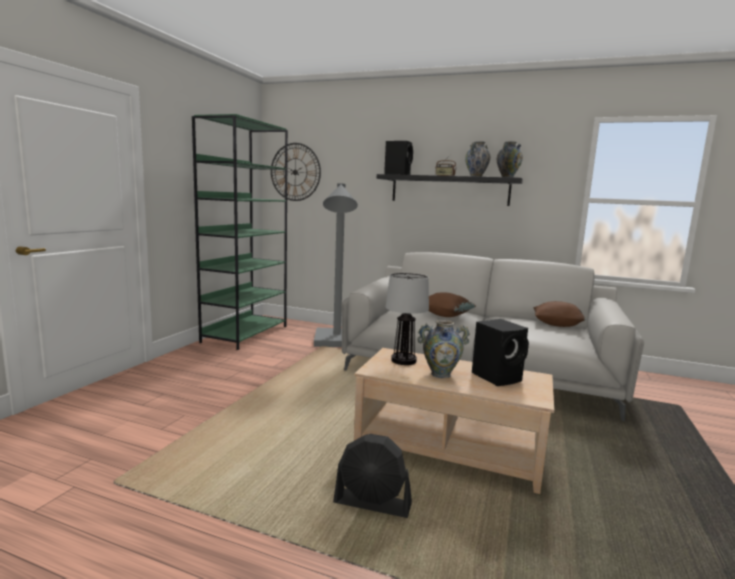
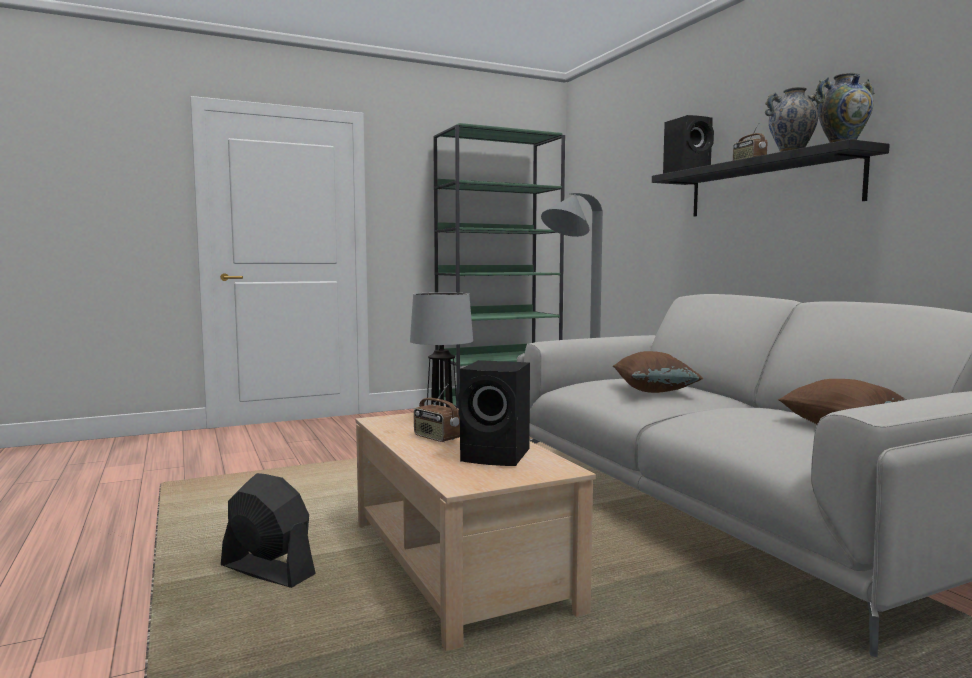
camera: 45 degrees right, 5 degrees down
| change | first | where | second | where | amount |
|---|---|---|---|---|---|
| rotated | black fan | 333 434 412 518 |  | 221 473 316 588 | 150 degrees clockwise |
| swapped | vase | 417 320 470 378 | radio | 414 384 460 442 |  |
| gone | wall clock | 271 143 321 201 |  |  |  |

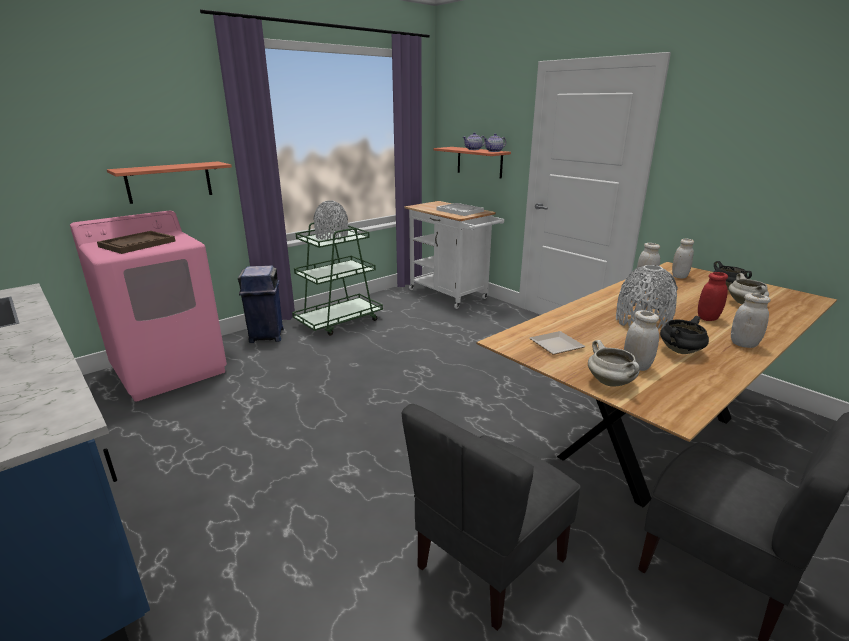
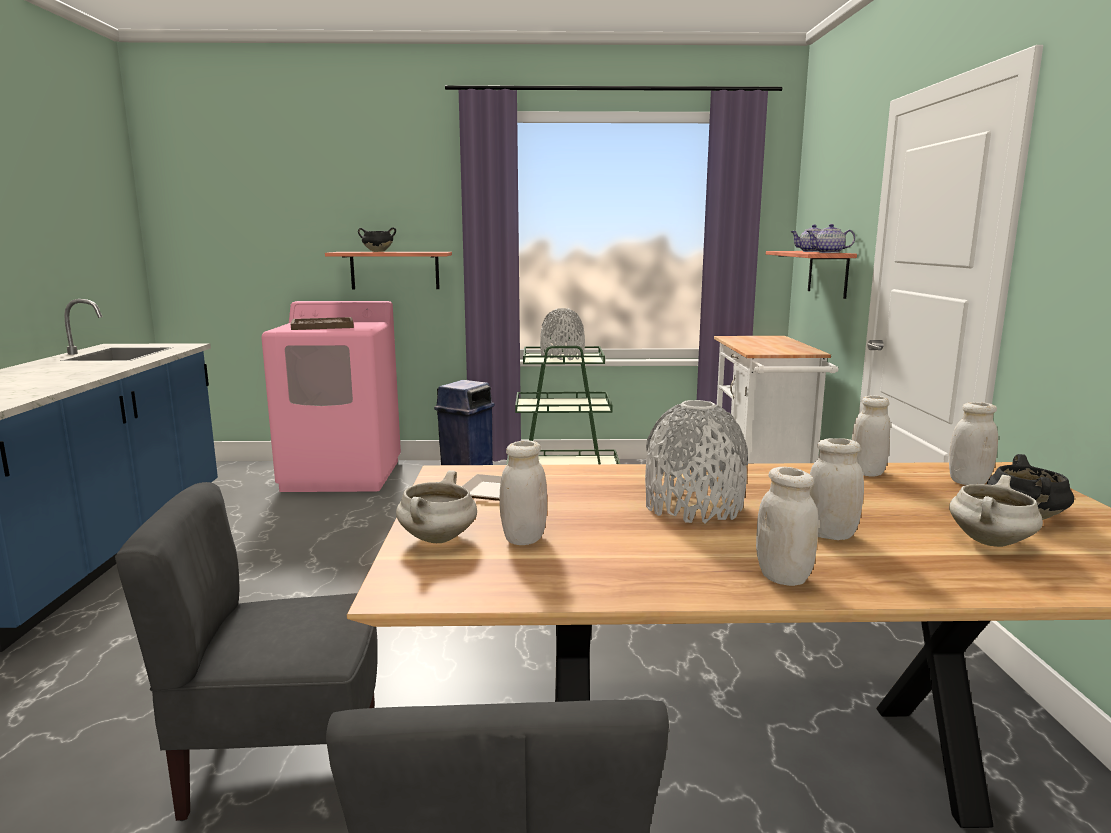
camera: 40 degrees right, 10 degrees down
| change | first | where | second | where | amount |
|---|---|---|---|---|---|
| shifted | black cooking pot | 660 316 709 354 |  | 358 227 396 252 |  |
| repainted | red jar | 698 272 728 321 | white jar | 810 438 864 540 |  |
| gone | white tray | 437 203 484 216 |  |  |  |

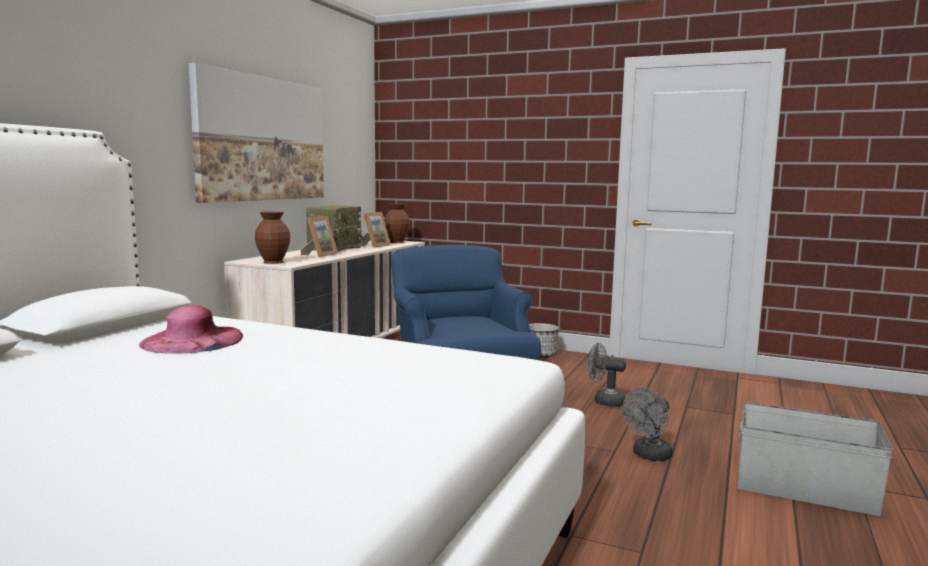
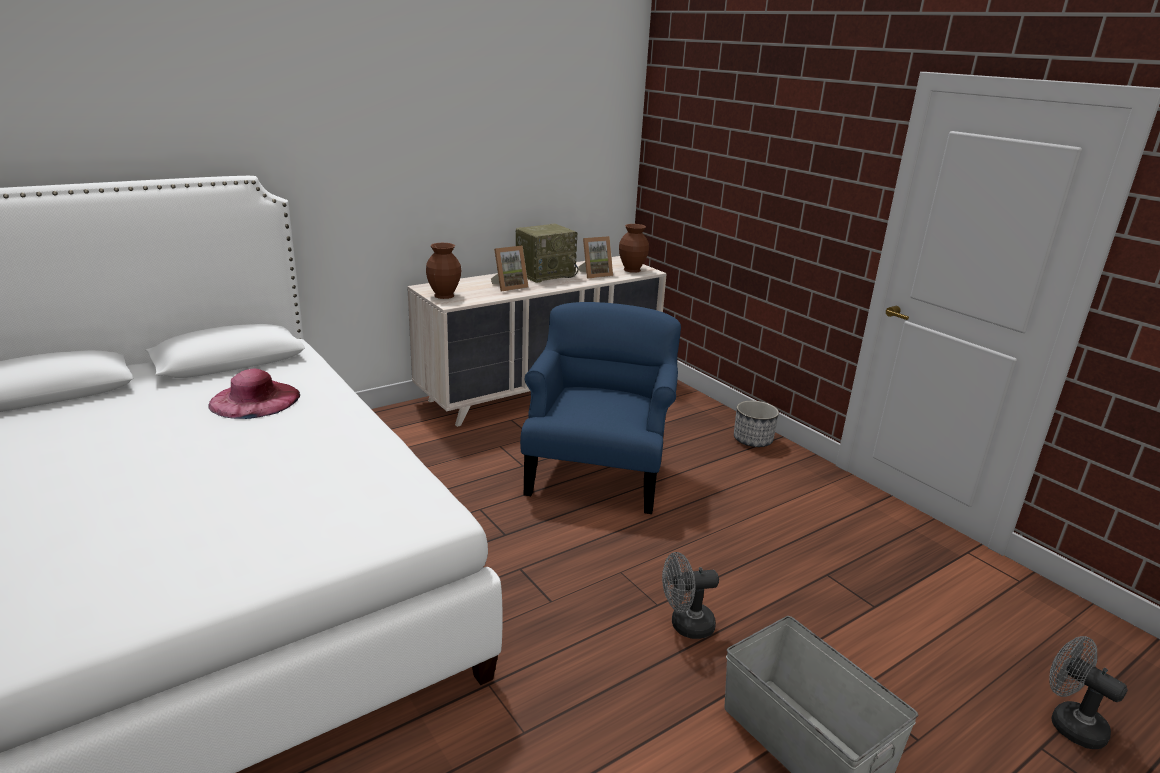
camera: 30 degrees right, 15 degrees up
| change | first | where | second | where | amount |
|---|---|---|---|---|---|
| shifted | grey fan | 587 343 626 407 |  | 1050 636 1128 749 |  |
| gone | picture | 189 63 324 203 |  |  |  |

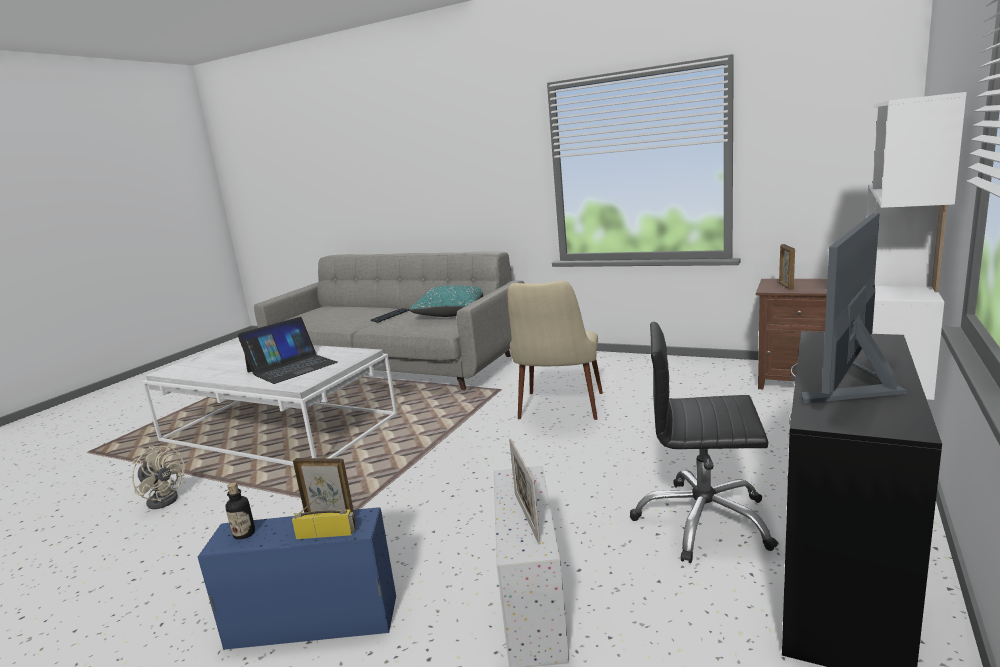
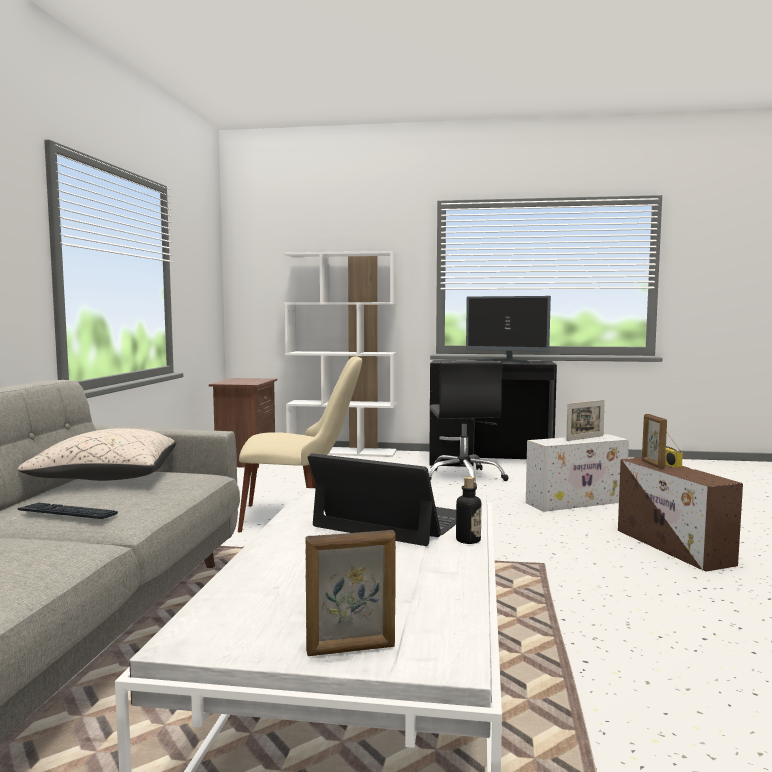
camera: 110 degrees left, 10 degrees down
| change | first | where | second | where | amount |
|---|---|---|---|---|---|
| repainted | turquoise pillow | 410 286 483 317 | beige pillow | 18 428 176 481 |  |
| shifted | picture frame | 779 244 795 290 |  | 305 530 396 656 |  |
| shifted | bottle | 225 482 255 540 |  | 456 476 482 544 |  |
| repainted | blue storage box | 198 507 396 650 | brown storage box | 618 457 743 572 |  |
| gone | beige fan | 132 446 185 509 |  |  |  |

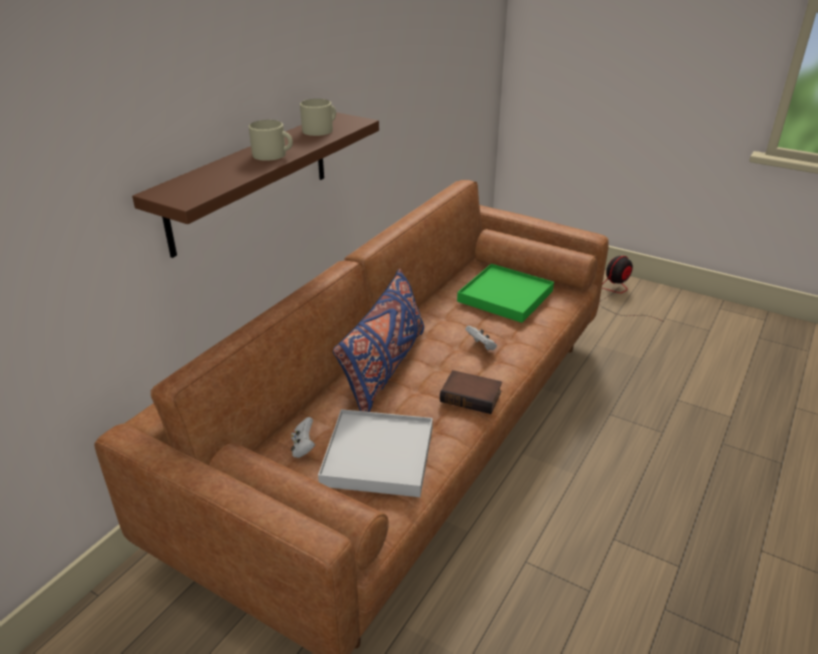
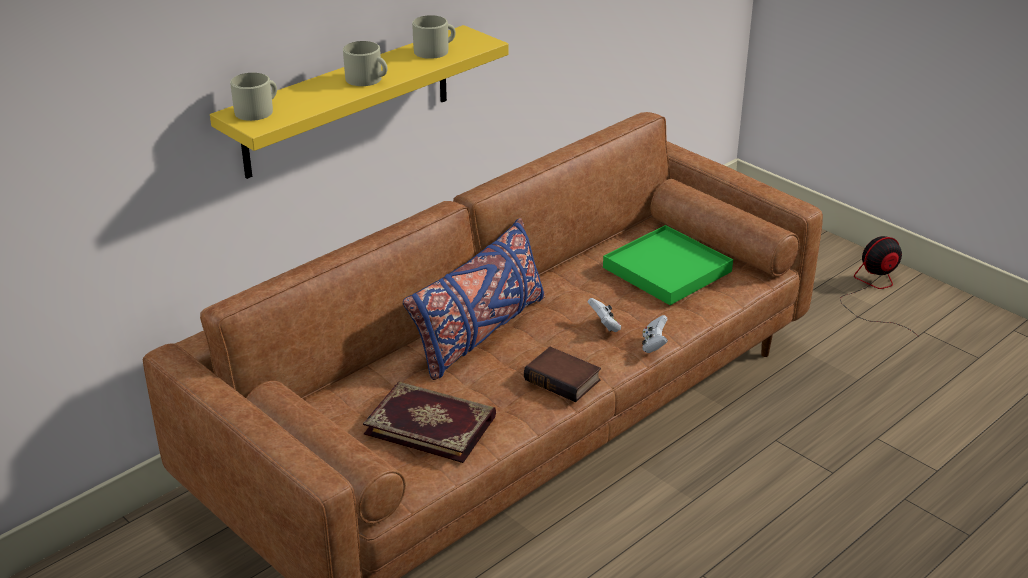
camera: 15 degrees right, 0 degrees up
| change | first | where | second | where | amount |
|---|---|---|---|---|---|
| repainted | brown shelf | 132 112 379 258 | yellow shelf | 210 25 509 179 |  |
| new |  |  | beige mug | 230 73 277 121 |  |
| swapped | white tray | 318 409 433 497 | book | 363 382 496 463 |  |
| shifted | white game controller | 291 417 315 458 |  | 642 315 668 353 |  |

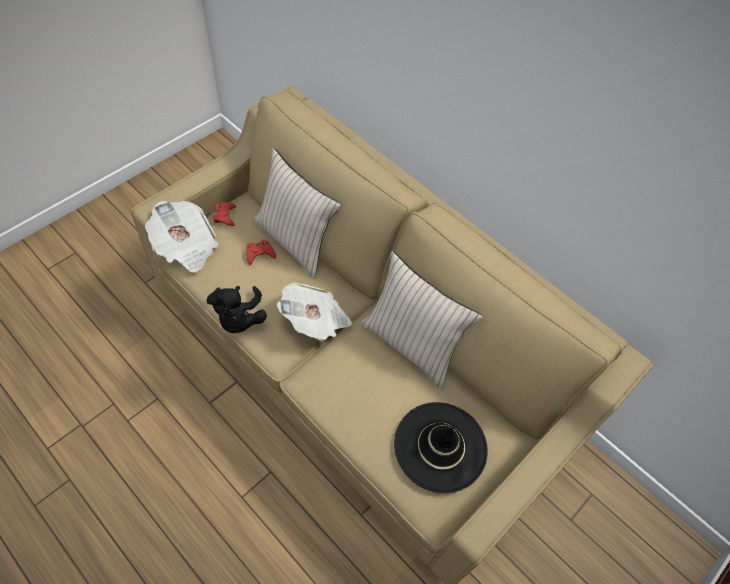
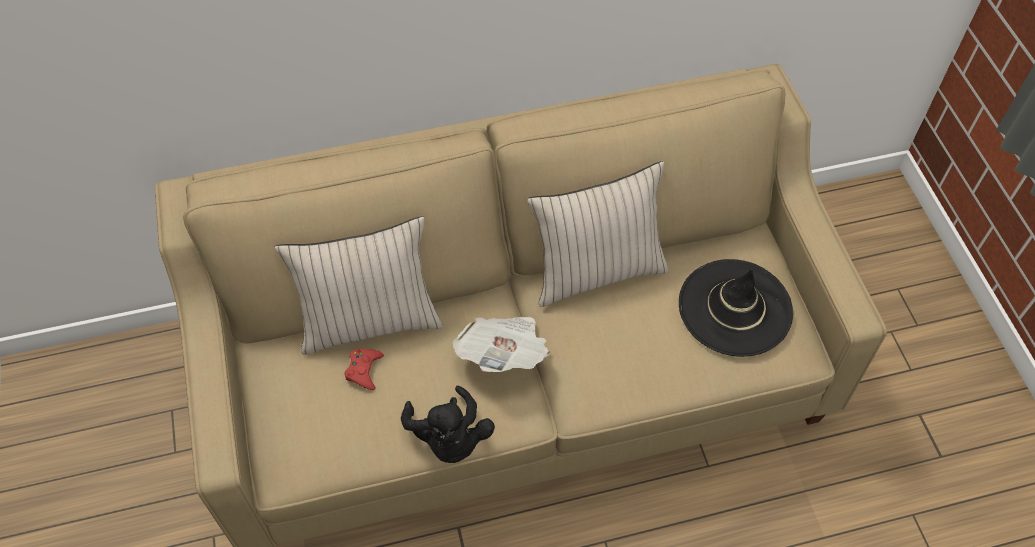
camera: 55 degrees left, 0 degrees up
| change | first | where | second | where | amount |
|---|---|---|---|---|---|
| rotated | black plush toy | 207 286 267 333 |  | 401 386 495 463 | 45 degrees clockwise |
| gone | newspaper | 145 200 219 273 |  |  |  |
| gone | red game controller | 213 202 236 226 |  |  |  |

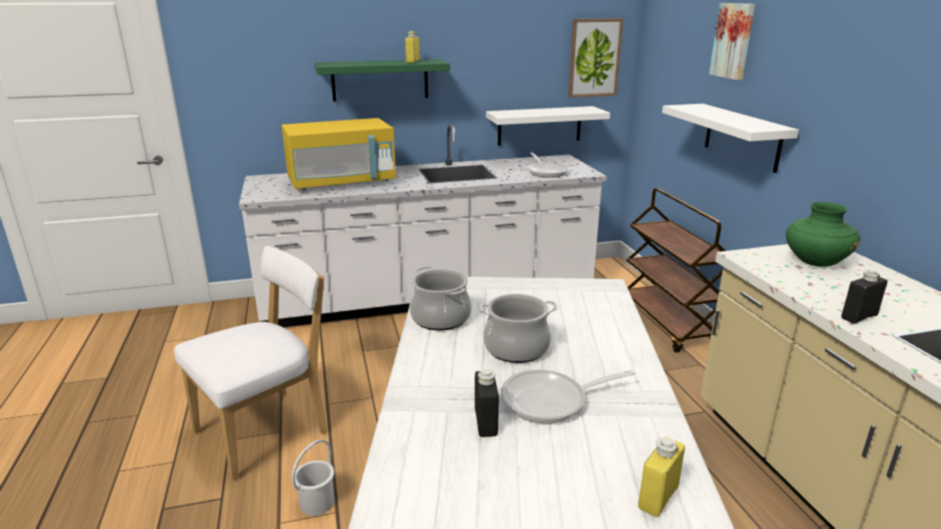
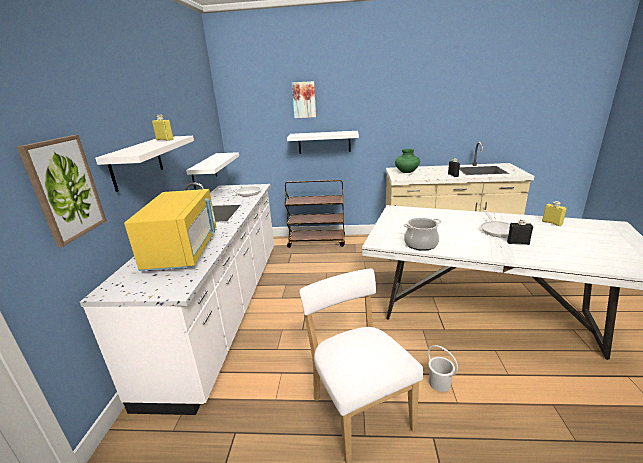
camera: 70 degrees left, 0 degrees up
| change | first | where | second | where | amount |
|---|---|---|---|---|---|
| shifted | picture | 568 18 623 98 |  | 17 135 107 247 |  |
| repainted | green shelf | 315 59 450 102 | white shelf | 95 136 194 192 |  |
| gone | cooking pot | 478 294 558 363 |  |  |  |

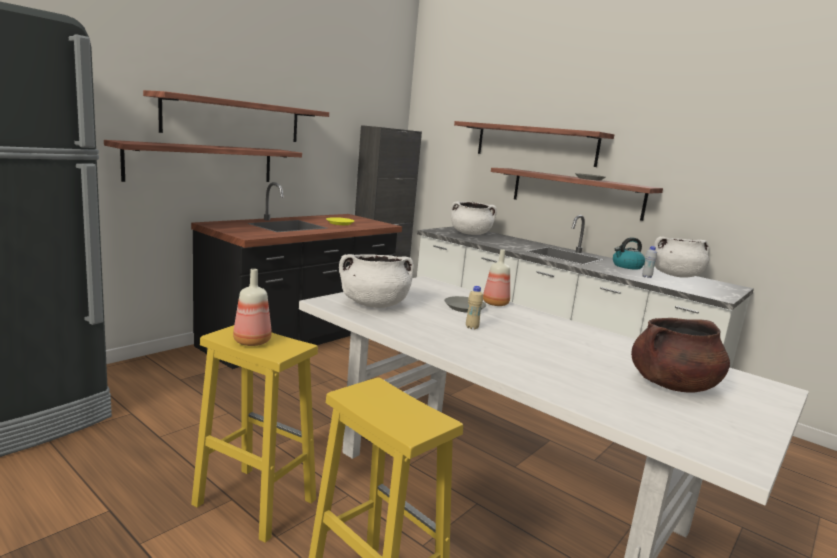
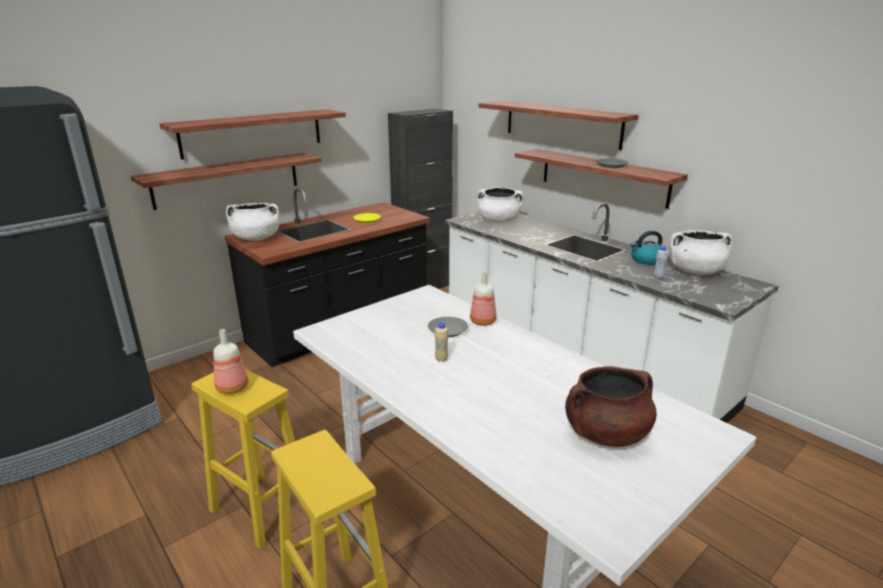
camera: 10 degrees right, 10 degrees up
| change | first | where | second | where | amount |
|---|---|---|---|---|---|
| shifted | white cooking pot | 339 254 414 308 |  | 226 203 279 241 |  |

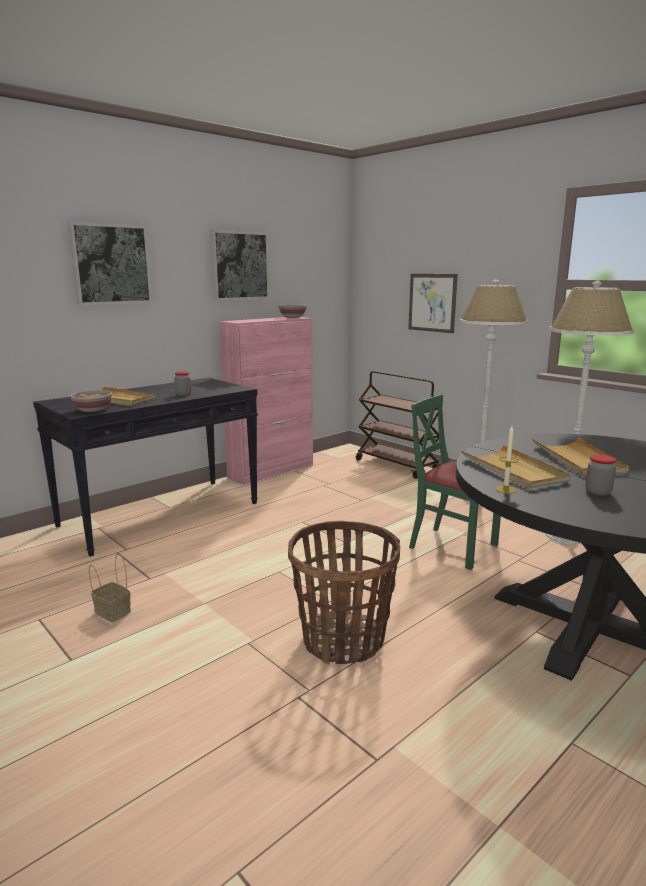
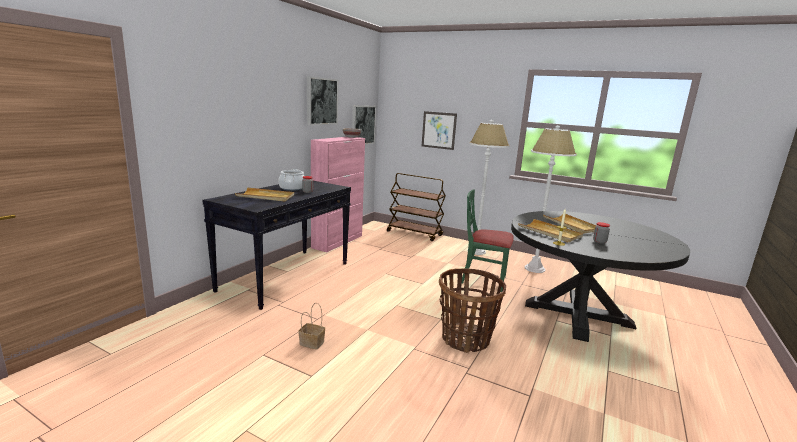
camera: 20 degrees left, 0 degrees up
| change | first | where | second | where | amount |
|---|---|---|---|---|---|
| new |  |  | cooking pot | 279 169 304 191 |  |
| shifted | picture | 68 222 153 305 |  | 352 105 376 145 |  |
| gone | bowl | 70 390 112 412 |  |  |  |

